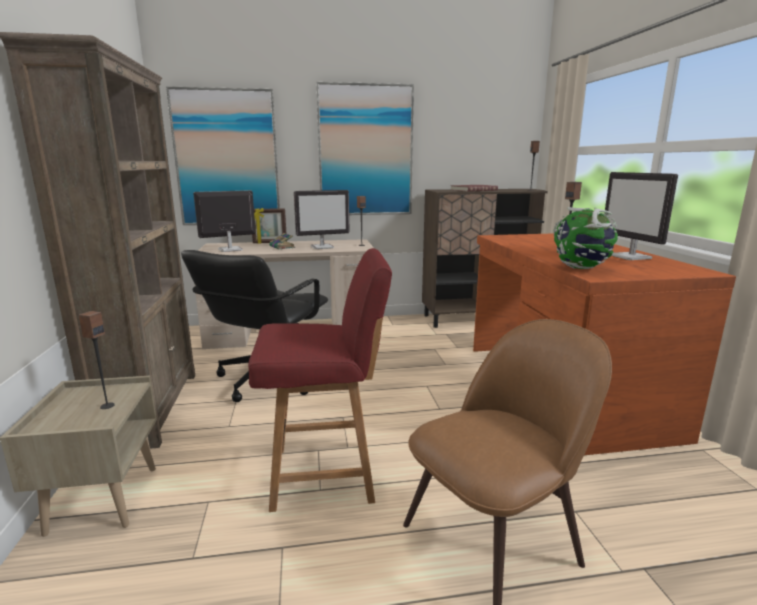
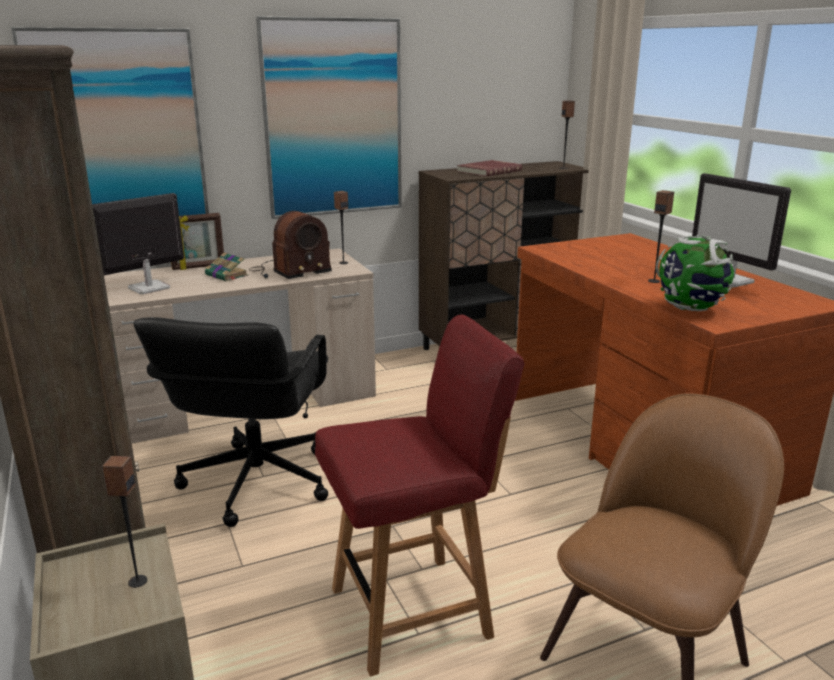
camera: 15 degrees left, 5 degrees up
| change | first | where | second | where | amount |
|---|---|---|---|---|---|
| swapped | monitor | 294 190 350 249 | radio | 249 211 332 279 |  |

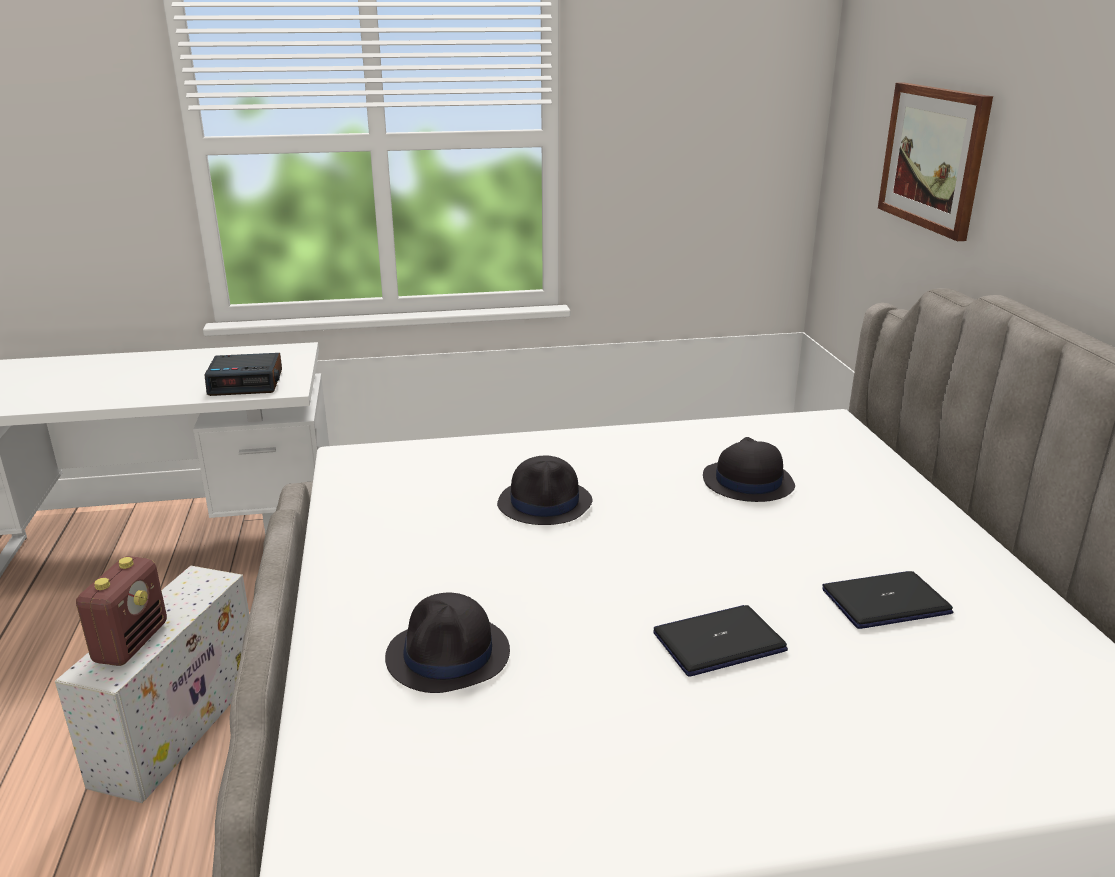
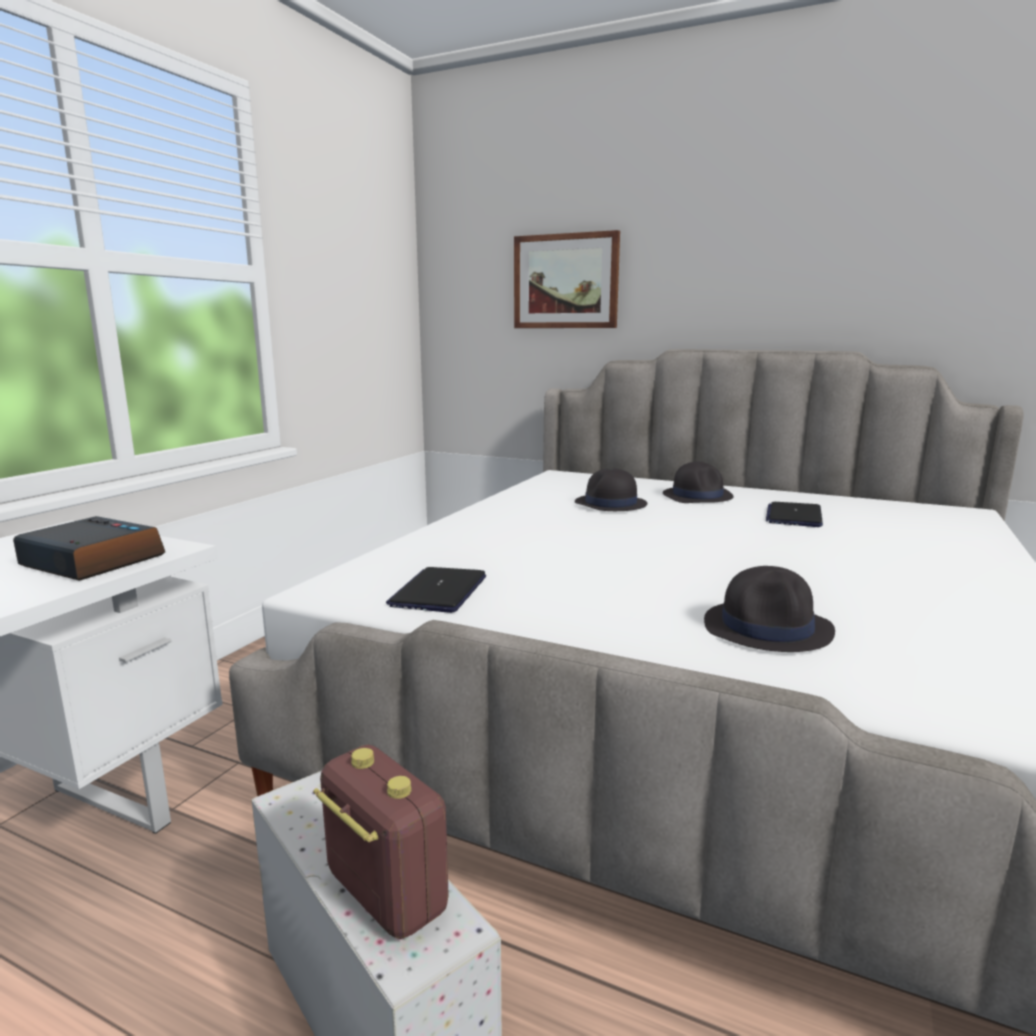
camera: 55 degrees left, 10 degrees down
| change | first | where | second | where | amount |
|---|---|---|---|---|---|
| rotated | alarm clock | 205 353 282 396 |  | 13 516 165 581 | 90 degrees counterclockwise |
| shifted | laptop | 653 605 788 677 |  | 386 567 486 613 |  |
| shifted | black hat | 497 455 592 525 |  | 663 461 734 503 |  |

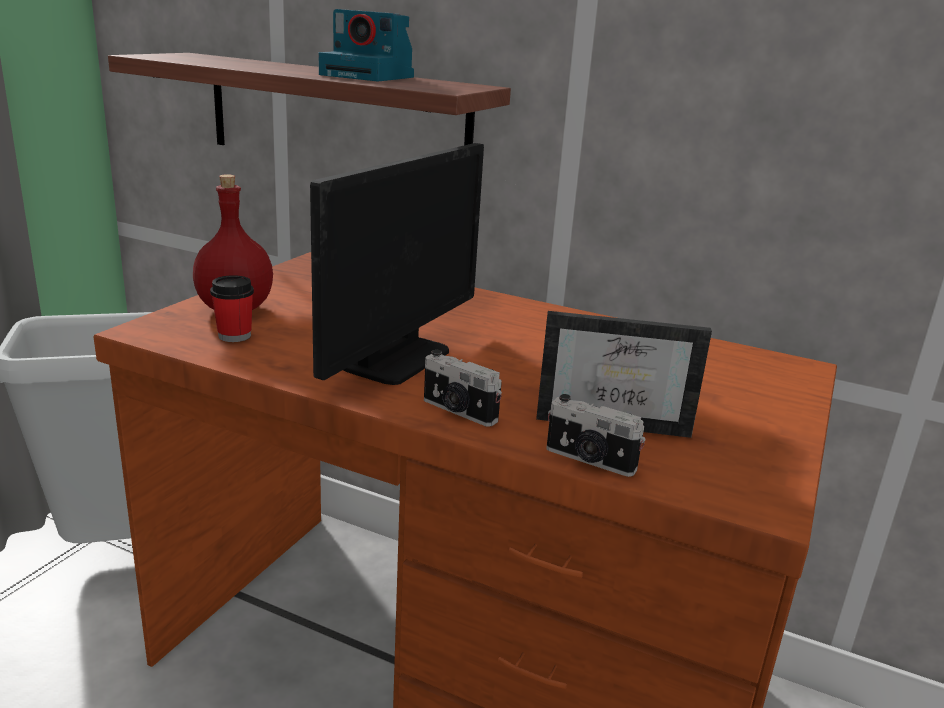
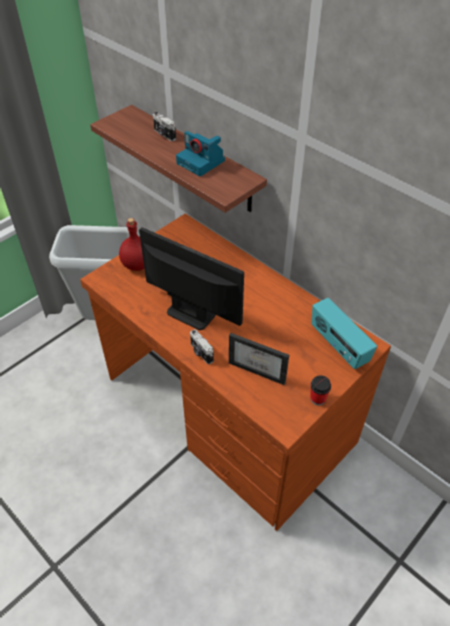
camera: 20 degrees right, 25 degrees up
| change | first | where | second | where | amount |
|---|---|---|---|---|---|
| rotated | monitor | 310 143 484 385 |  | 139 227 244 330 | 105 degrees counterclockwise |
| shifted | photo camera | 546 394 646 477 |  | 153 112 176 141 |  |
| shifted | cup | 210 275 254 342 |  | 310 375 331 405 |  |
| new |  |  | radio | 311 298 377 369 |  |

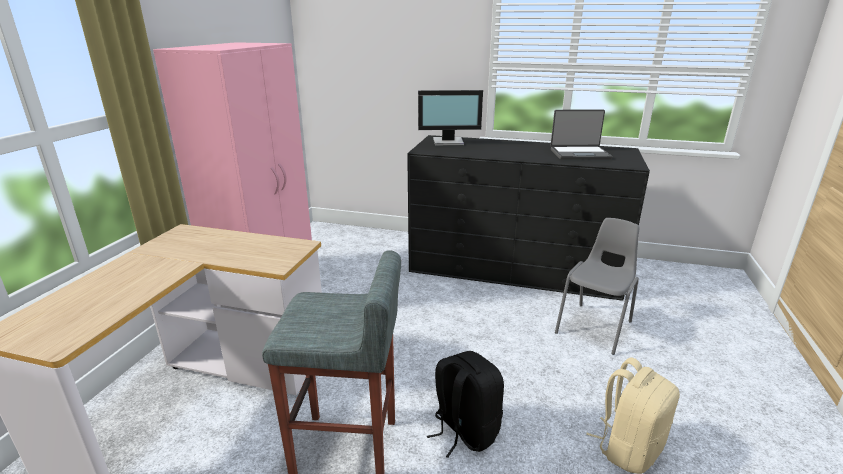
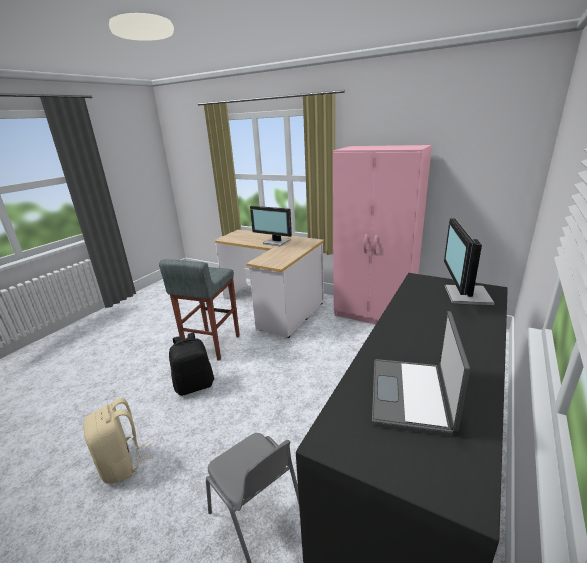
camera: 105 degrees right, 0 degrees up
| change | first | where | second | where | amount |
|---|---|---|---|---|---|
| new |  |  | monitor | 250 206 292 246 |  |

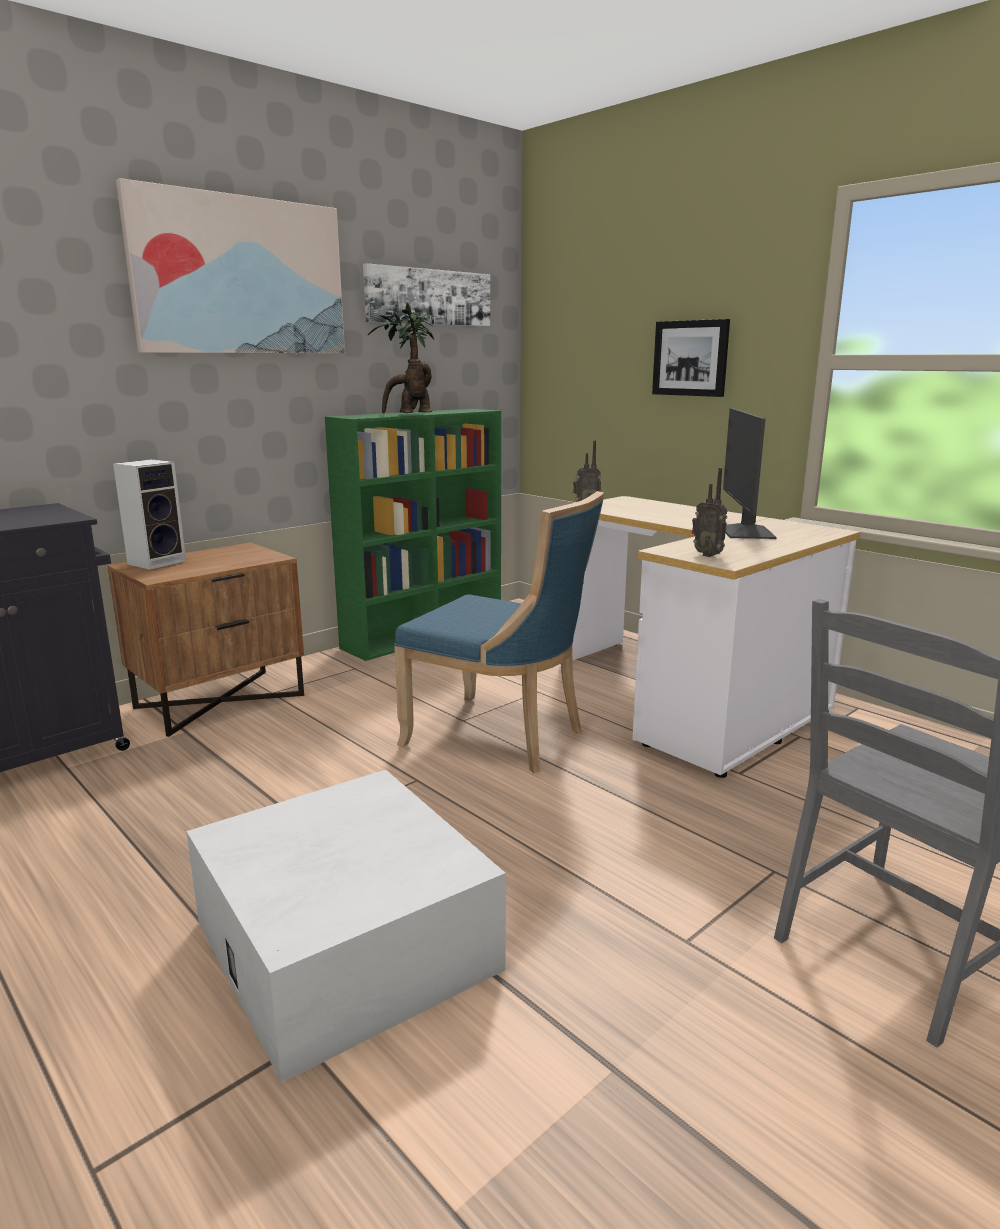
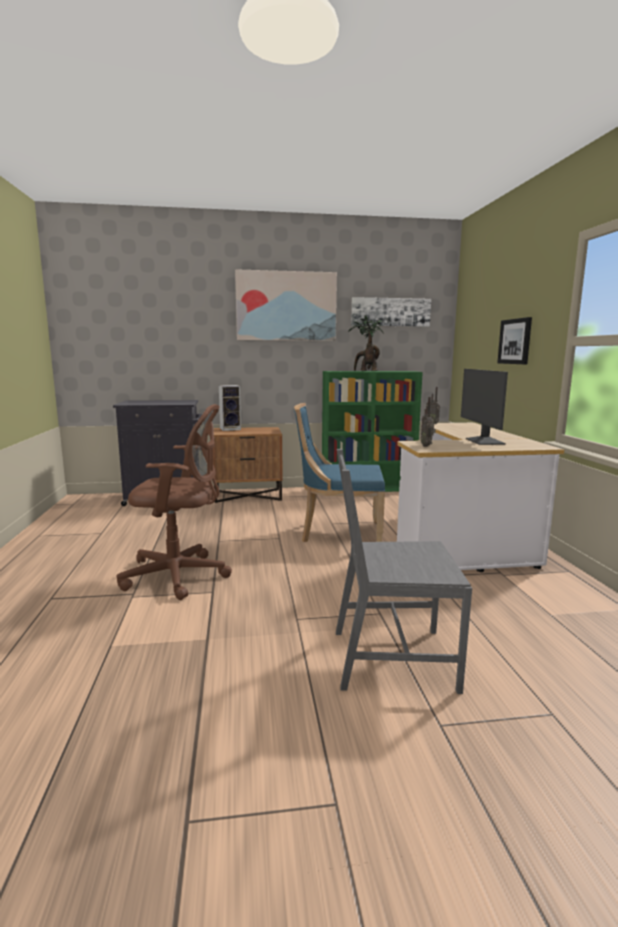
camera: 35 degrees right, 5 degrees down
| change | first | where | second | where | amount |
|---|---|---|---|---|---|
| swapped | white storage box | 186 770 506 1083 | brown office chair | 117 404 232 600 |  |
| rotated | blue chair | 394 491 605 773 |  | 294 403 385 542 | 120 degrees clockwise |
| rotated | monitor | 723 408 777 539 |  | 461 369 508 445 | 45 degrees counterclockwise |

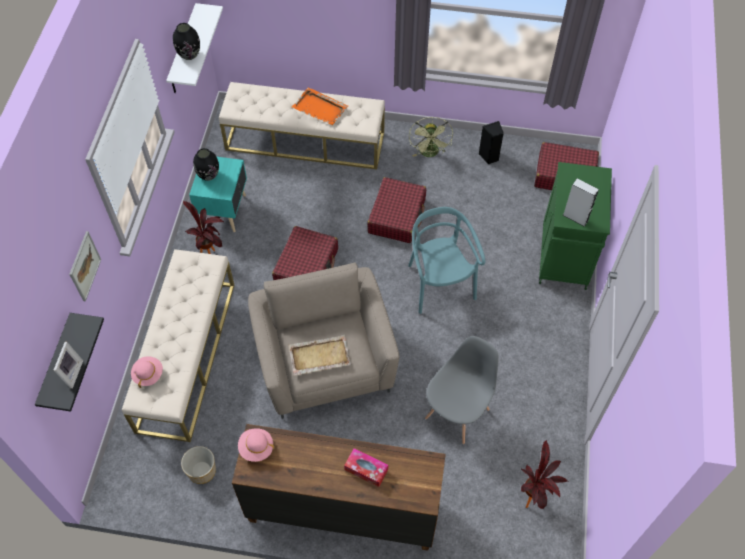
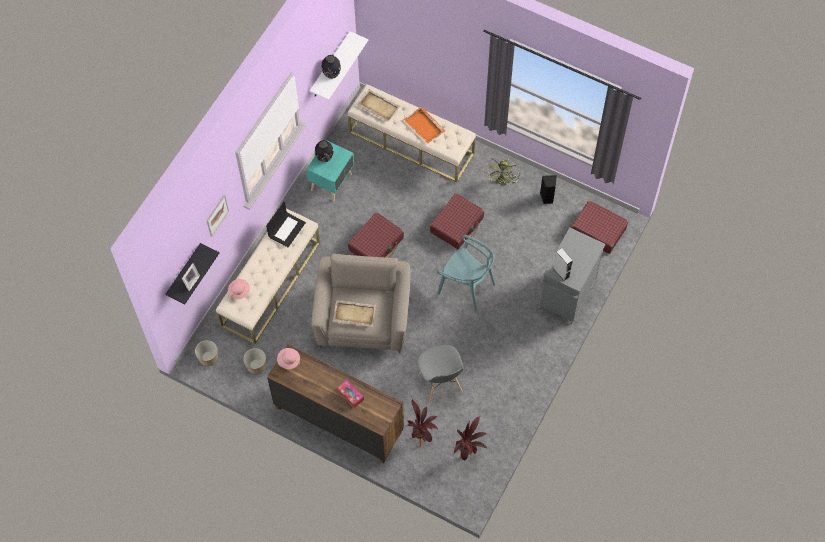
camera: 20 degrees right, 5 degrees up
| change | first | where | second | where | amount |
|---|---|---|---|---|---|
| new |  |  | planter | 195 340 218 366 |  |
| new |  |  | laptop | 266 201 306 247 |  |
| new |  |  | beige tray | 357 89 401 122 |  |
| shifted | potted plant | 183 201 224 254 |  | 407 399 438 446 |  |
| rotated | grey chair | 425 336 499 444 |  | 417 345 464 402 | 105 degrees clockwise |
| rotated | turquoise chair | 408 207 486 314 |  | 437 235 495 311 | 120 degrees clockwise |
| repainted | green cabinet | 539 162 612 290 | grey cabinet | 539 228 606 325 |  |

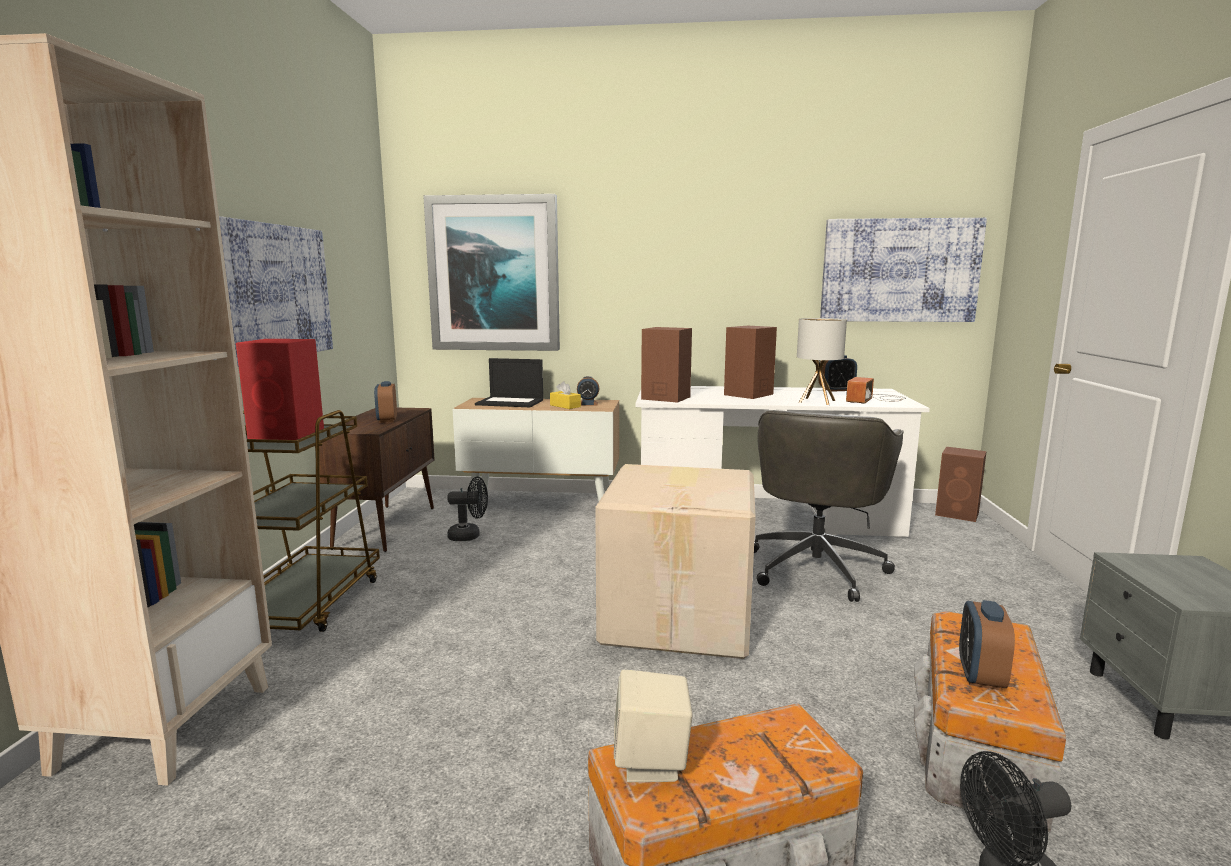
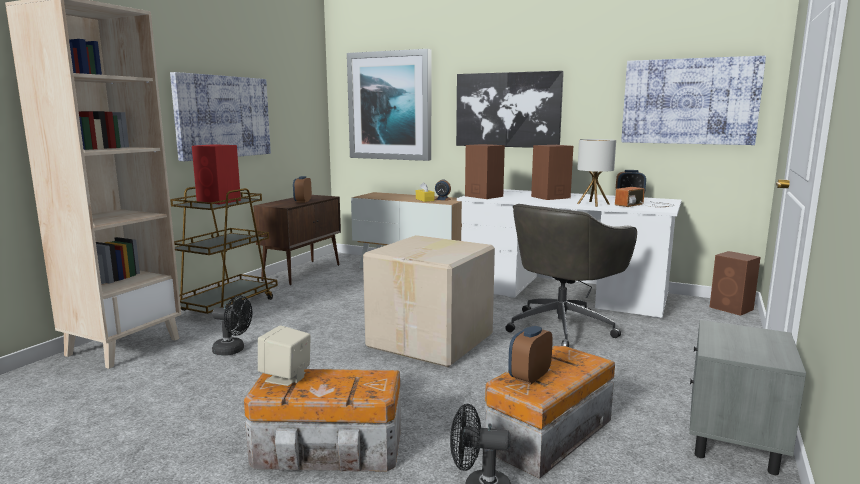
camera: 20 degrees right, 0 degrees up
| change | first | where | second | where | amount |
|---|---|---|---|---|---|
| shifted | black fan | 447 477 488 541 |  | 212 296 252 355 |  |
| new |  |  | picture | 456 71 564 148 |  |
| gone | laptop | 475 358 543 408 |  |  |  |

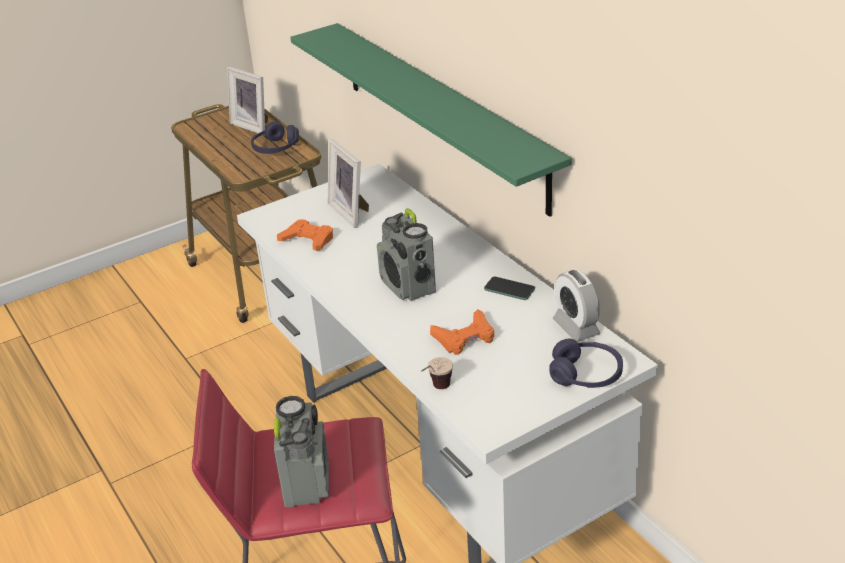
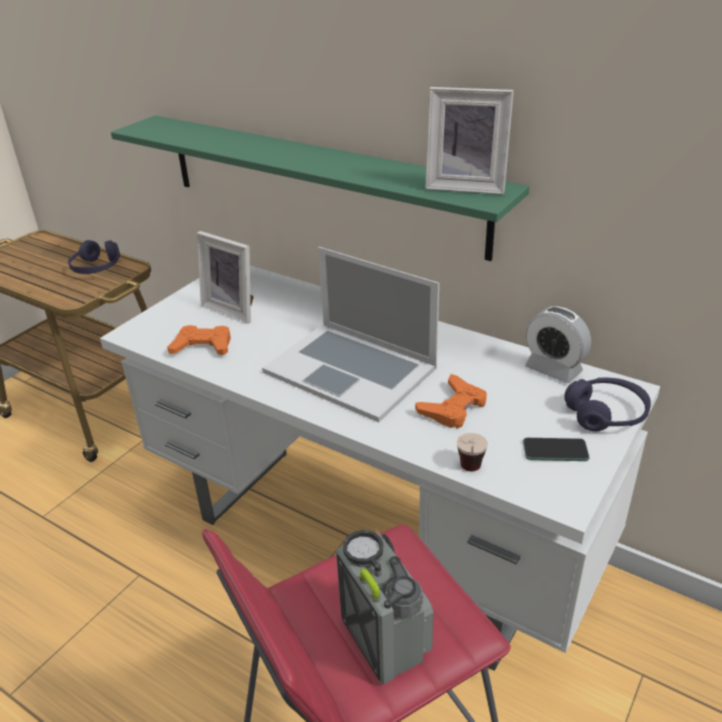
camera: 25 degrees left, 0 degrees up
| change | first | where | second | where | amount |
|---|---|---|---|---|---|
| swapped | radio | 377 208 436 301 | laptop | 262 247 439 422 |  |
| shifted | picture frame | 227 66 268 135 |  | 425 87 514 195 |  |
| shifted | phone | 484 276 535 300 |  | 523 438 590 461 |  |

